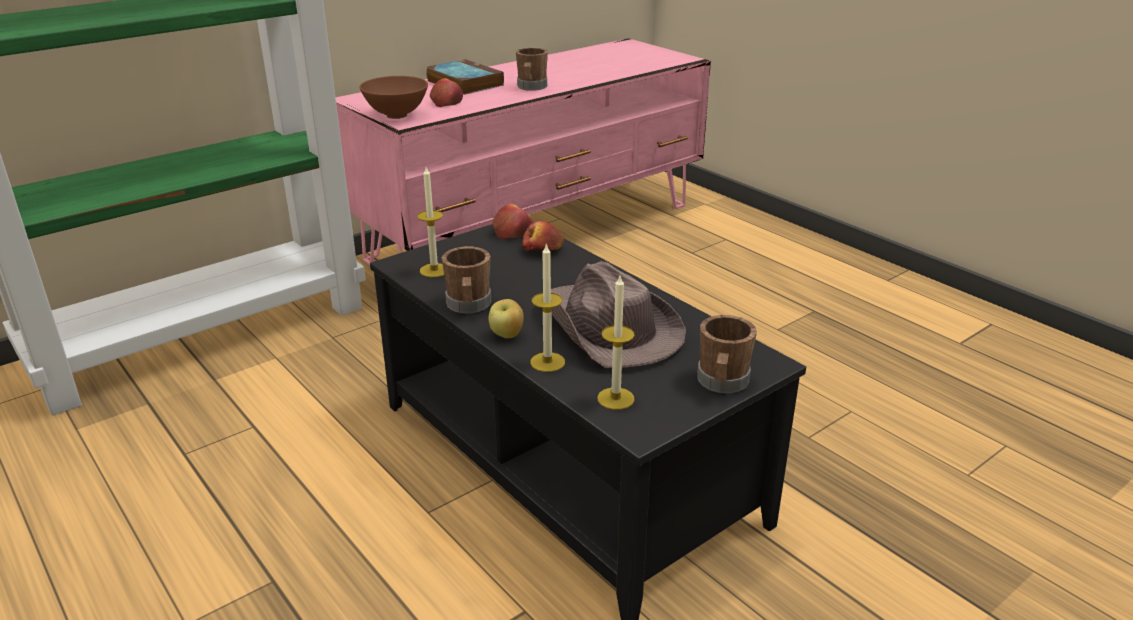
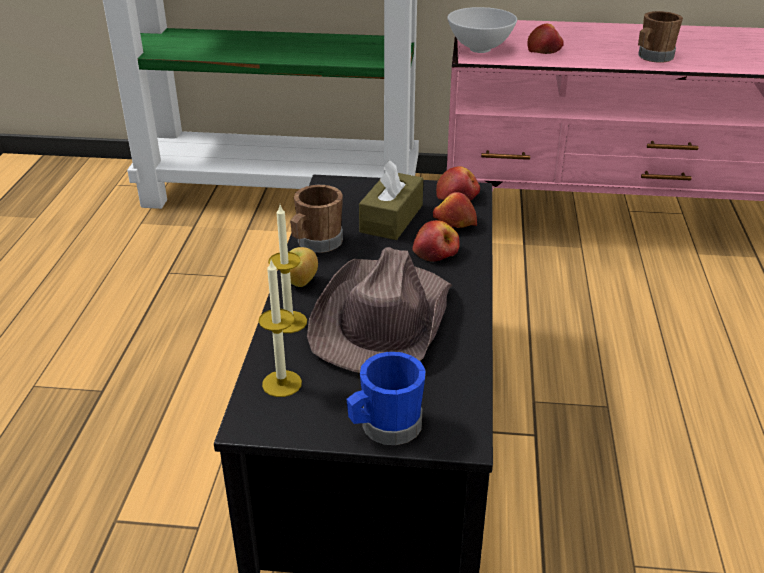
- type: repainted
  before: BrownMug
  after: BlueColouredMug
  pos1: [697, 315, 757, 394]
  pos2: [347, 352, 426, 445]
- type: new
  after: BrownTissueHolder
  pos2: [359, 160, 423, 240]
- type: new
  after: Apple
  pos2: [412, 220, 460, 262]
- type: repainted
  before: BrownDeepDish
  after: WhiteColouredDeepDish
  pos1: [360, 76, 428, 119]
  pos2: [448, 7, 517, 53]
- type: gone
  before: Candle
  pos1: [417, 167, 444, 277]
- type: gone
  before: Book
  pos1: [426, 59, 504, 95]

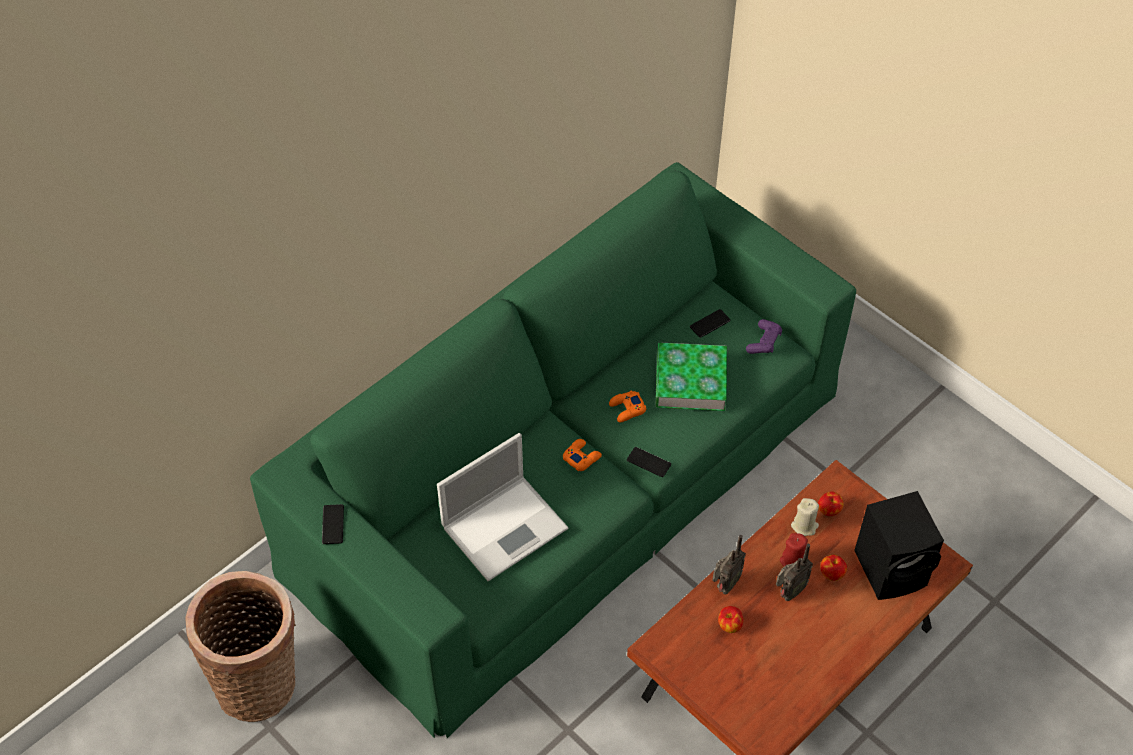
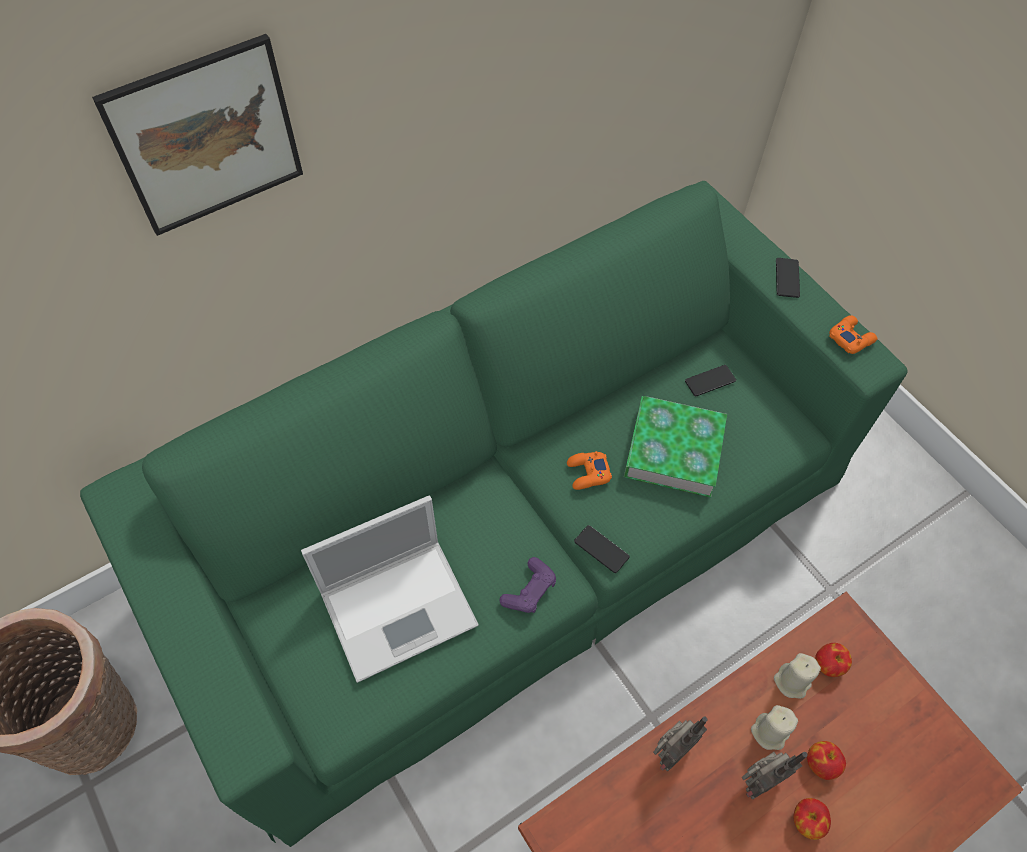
- type: new
  after: Picture
  pos2: [92, 34, 303, 236]
- type: shifted
  before: PurpleColouredGamepad
  pos1: [746, 319, 782, 354]
  pos2: [500, 557, 556, 613]
- type: repainted
  before: RedCandle
  after: BeigeCandle
  pos1: [780, 533, 808, 566]
  pos2: [751, 705, 798, 750]
- type: shifted
  before: Phone
  pos1: [322, 504, 344, 544]
  pos2: [776, 258, 800, 298]
- type: shifted
  before: Apple
  pos1: [718, 606, 744, 633]
  pos2: [793, 798, 831, 840]
- type: shifted
  before: OrangeColouredGamepad
  pos1: [563, 439, 602, 471]
  pos2: [829, 315, 878, 354]
- type: gone
  before: BlackSpeaker
  pos1: [854, 491, 944, 600]

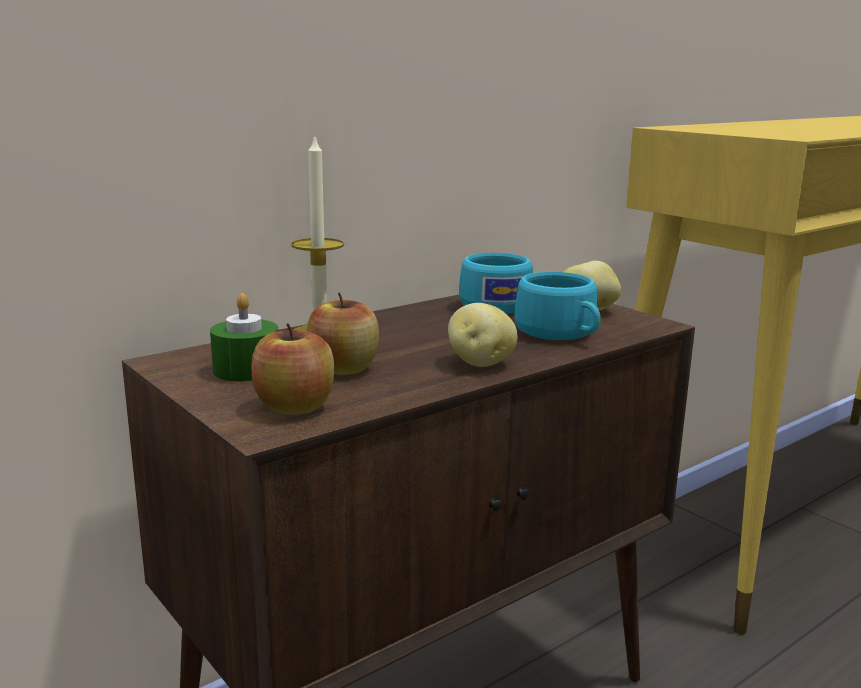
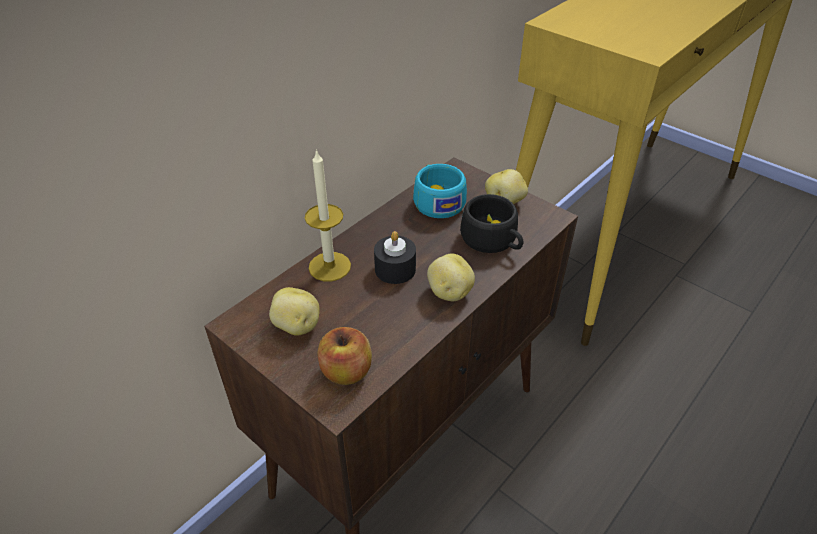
- type: swapped
  before: GreenishCandle
  after: WholePotato
  pos1: [210, 293, 278, 382]
  pos2: [269, 287, 320, 336]
- type: new
  after: BlackCandle
  pos2: [374, 231, 416, 284]
- type: repainted
  before: TurquoiseColouredDrinkingCup
  after: BlackDrinkingCup
  pos1: [515, 272, 601, 340]
  pos2: [460, 194, 523, 253]
- type: gone
  before: Apple
  pos1: [307, 292, 379, 375]

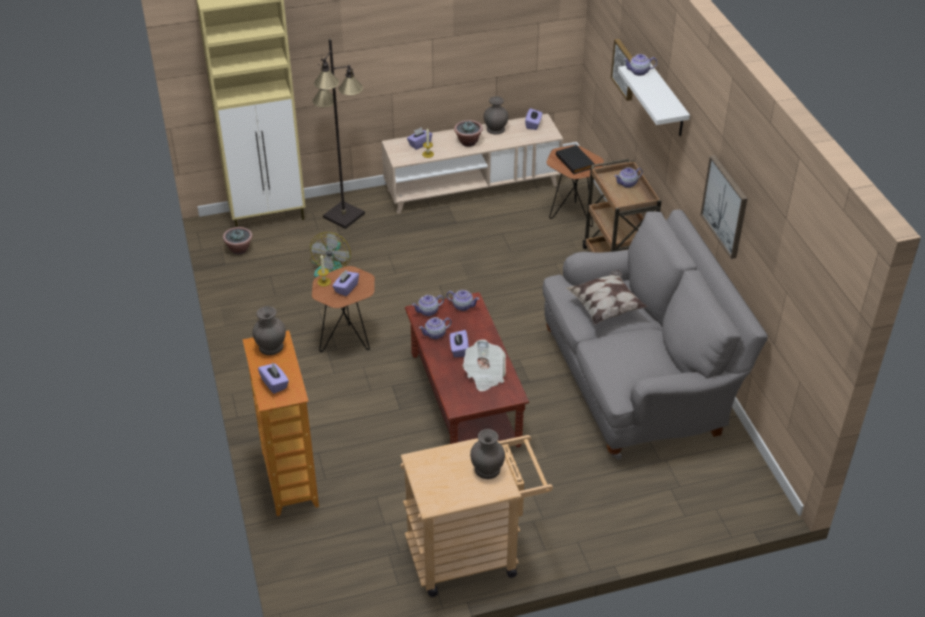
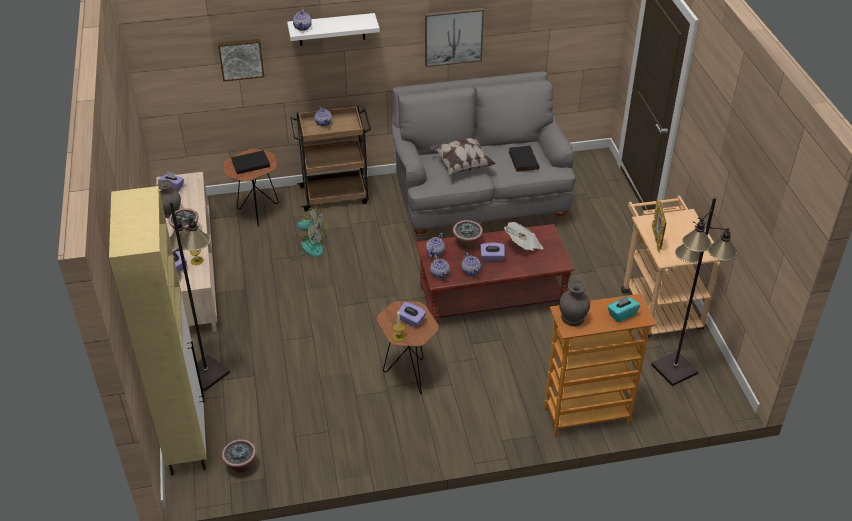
- type: shifted
  before: Fan
  pos1: [310, 232, 351, 278]
  pos2: [286, 206, 327, 260]
- type: new
  after: PottedPlant
  pos2: [453, 220, 483, 249]
- type: new
  after: BlackBook
  pos2: [509, 145, 539, 172]
- type: repainted
  before: PurpleColouredTissueHolder
  after: TurquoiseColouredTissueHolder
  pos1: [258, 363, 289, 394]
  pos2: [608, 296, 640, 322]
- type: new
  after: BlackStandingLamp
  pos2: [651, 197, 737, 386]
- type: new
  after: PhotoFrame
  pos2: [652, 198, 666, 252]
- type: gone
  before: GreyVase
  pos1: [470, 429, 505, 479]

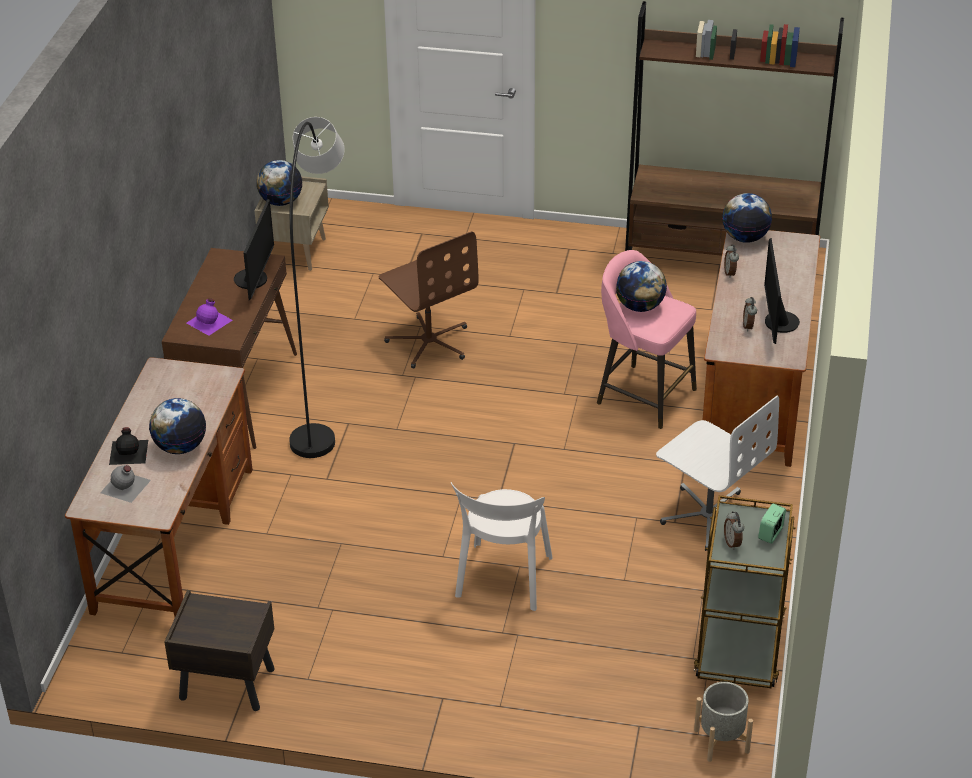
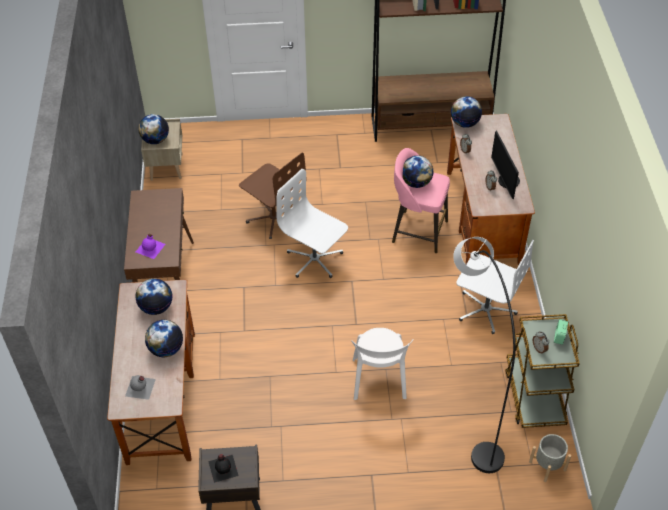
- type: new
  after: DeskGlobe
  pos2: [136, 278, 172, 315]
- type: shifted
  before: BlackBottle
  pos1: [109, 427, 148, 465]
  pos2: [208, 454, 239, 483]
- type: new
  after: WhiteColouredOfficeChair
  pos2: [276, 169, 348, 278]
- type: shifted
  before: BlackStandingLamp
  pos1: [289, 117, 345, 458]
  pos2: [453, 237, 516, 473]
- type: gone
  before: Monitor
  pos1: [234, 199, 274, 300]

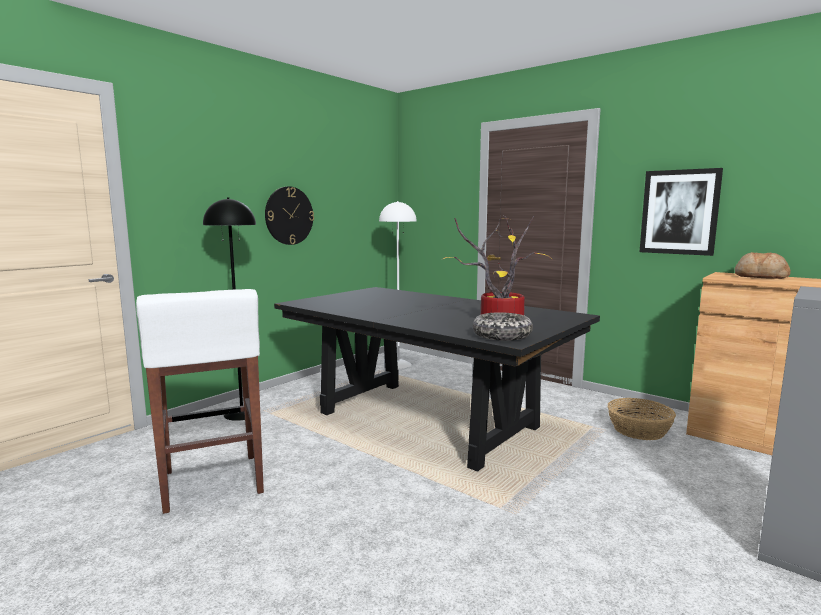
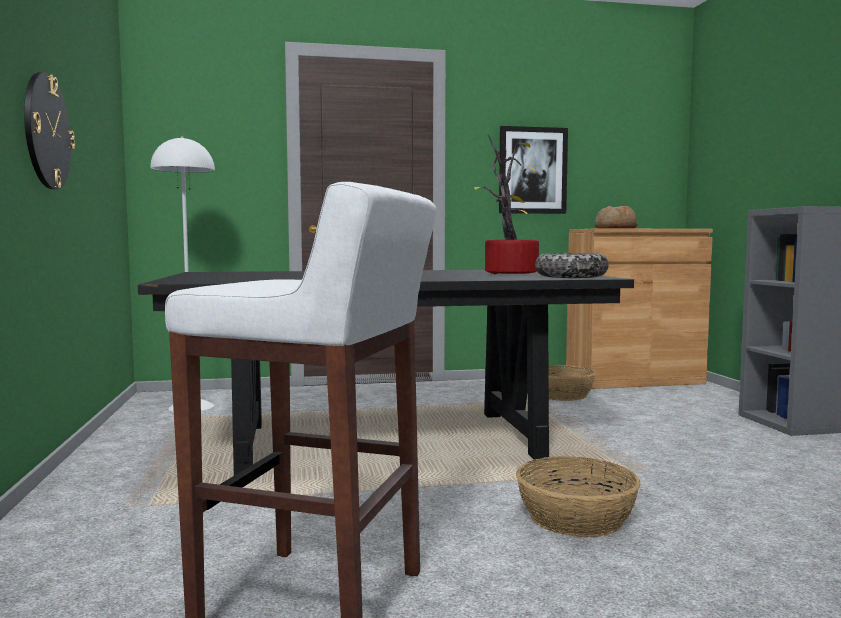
- type: new
  after: HouseholdBasket
  pos2: [516, 456, 641, 537]
- type: gone
  before: BlackStandingLamp
  pos1: [203, 198, 256, 421]

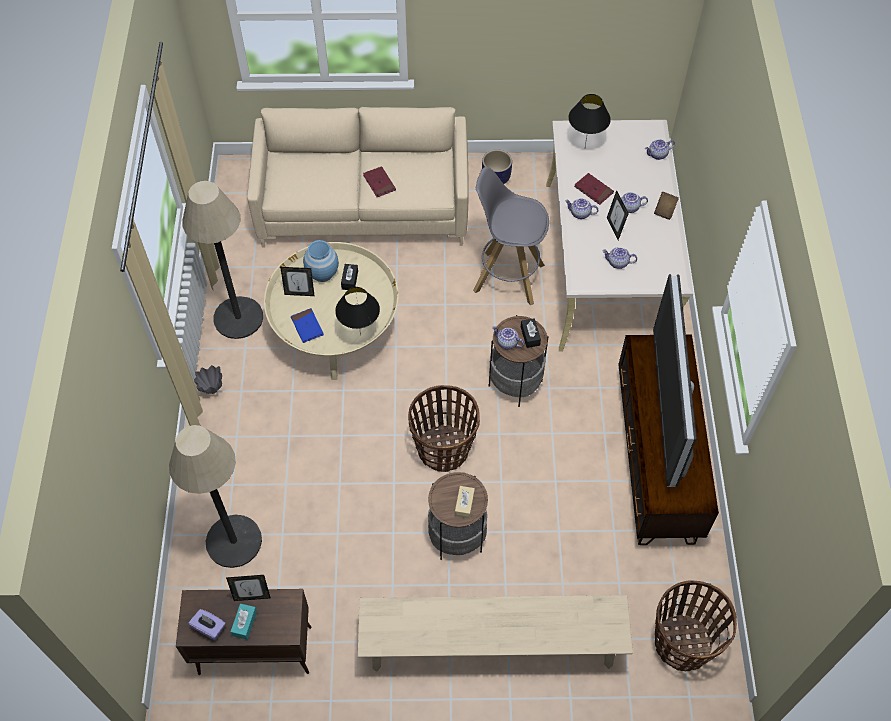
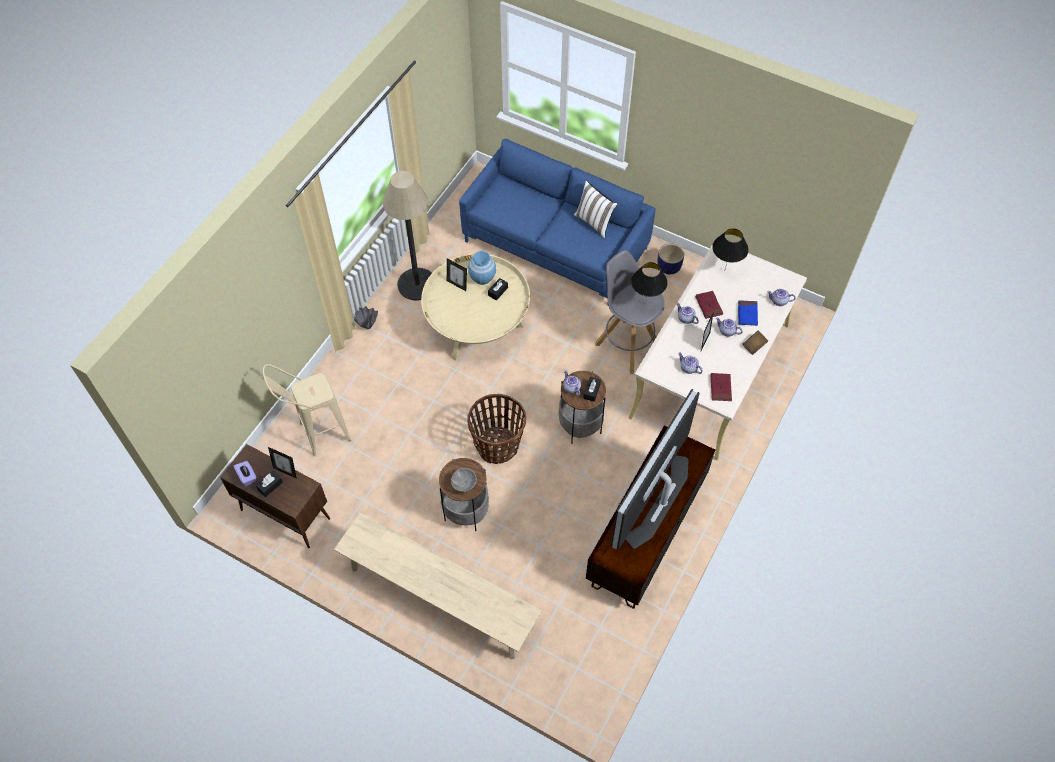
- type: repainted
  before: TurquoiseColouredTissueHolder
  after: BlackTissueHolder
  pos1: [230, 603, 257, 640]
  pos2: [256, 471, 283, 497]
- type: swapped
  before: StandingLamp
  after: BeigeStoolSeat
  pos1: [169, 425, 262, 568]
  pos2: [262, 364, 352, 456]
- type: swapped
  before: BeigeTissueHolder
  after: GreyDeepDish
  pos1: [455, 486, 475, 519]
  pos2: [451, 468, 477, 493]
- type: repainted
  before: BeigeCouch
  after: BlueColouredCouch
  pos1: [247, 107, 469, 247]
  pos2: [459, 139, 656, 298]
- type: new
  after: WhiteColouredPillow
  pos2: [574, 181, 618, 239]
- type: shifted
  before: BlackTabletopLamp
  pos1: [335, 287, 380, 336]
  pos2: [631, 262, 668, 305]
- type: shifted
  before: RedBook
  pos1: [363, 166, 396, 197]
  pos2: [711, 373, 732, 401]
- type: shifted
  before: BlueColouredBook
  pos1: [291, 308, 324, 343]
  pos2: [738, 300, 758, 326]
- type: gone
  before: HouseholdBasket
  pos1: [655, 580, 737, 672]

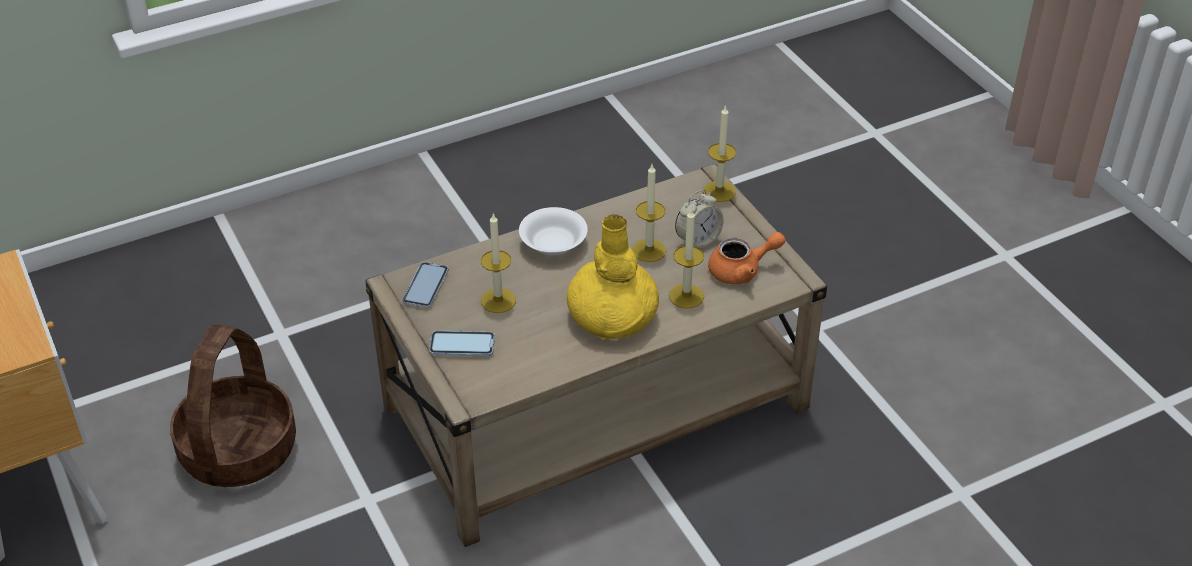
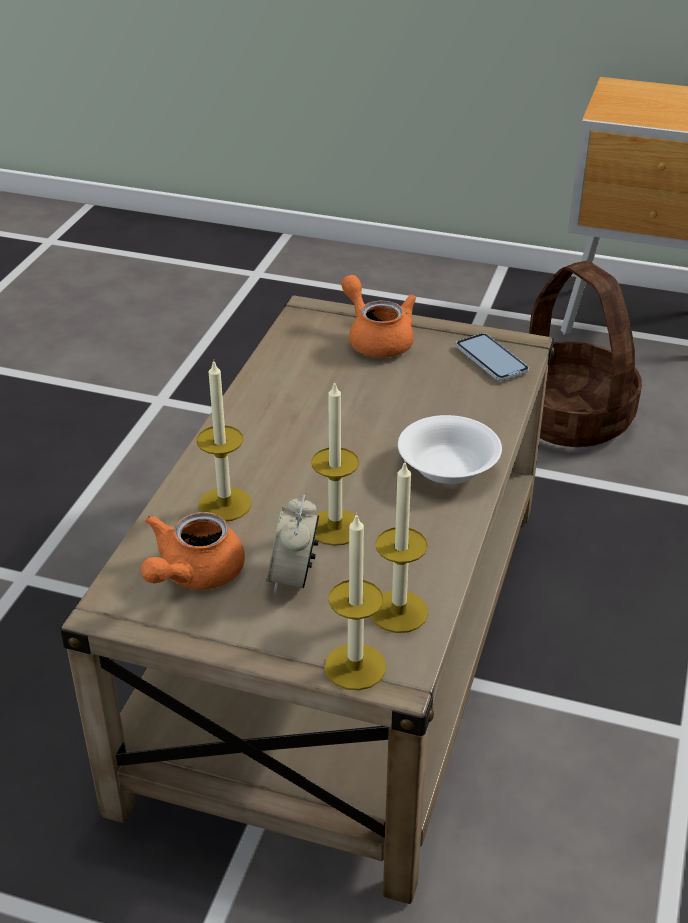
- type: swapped
  before: Phone
  after: OrangeColouredPotForTea
  pos1: [429, 331, 495, 356]
  pos2: [341, 275, 416, 358]
- type: shifted
  before: Candle
  pos1: [481, 213, 516, 313]
  pos2: [371, 461, 428, 633]
- type: gone
  before: YellowColouredVase
  pos1: [567, 214, 659, 340]

